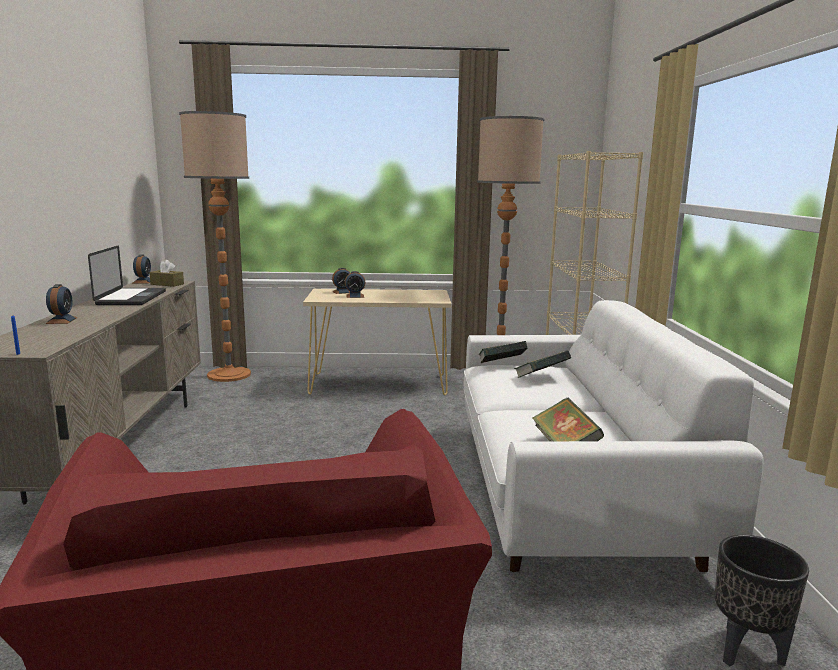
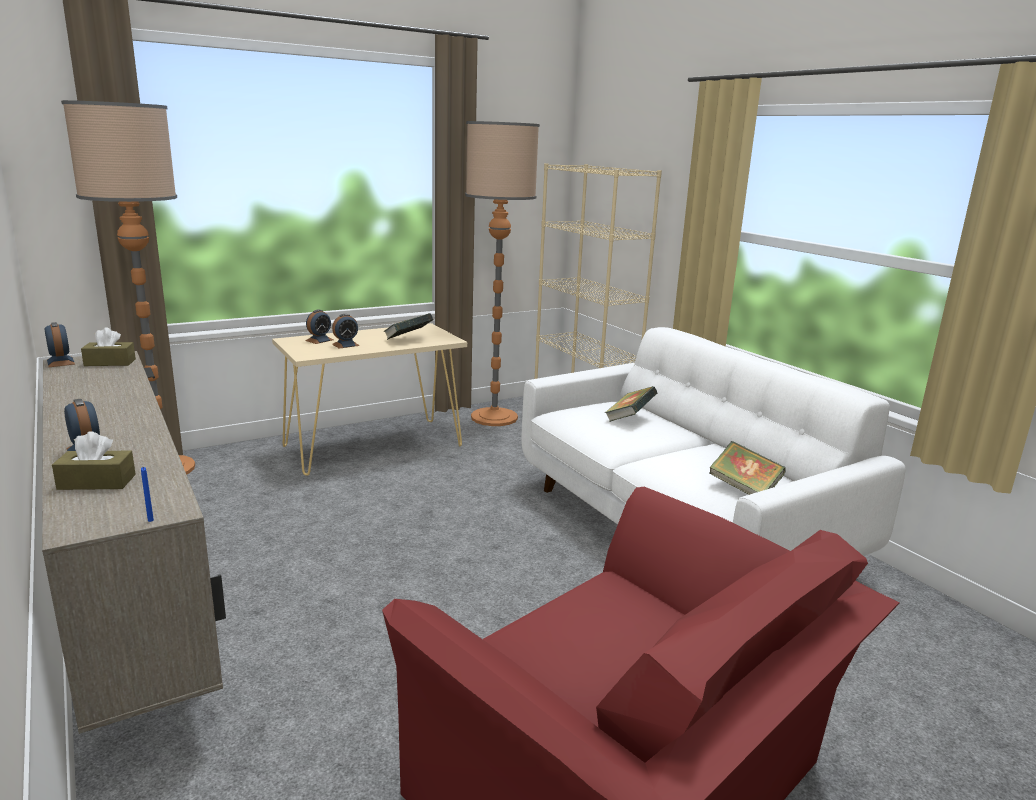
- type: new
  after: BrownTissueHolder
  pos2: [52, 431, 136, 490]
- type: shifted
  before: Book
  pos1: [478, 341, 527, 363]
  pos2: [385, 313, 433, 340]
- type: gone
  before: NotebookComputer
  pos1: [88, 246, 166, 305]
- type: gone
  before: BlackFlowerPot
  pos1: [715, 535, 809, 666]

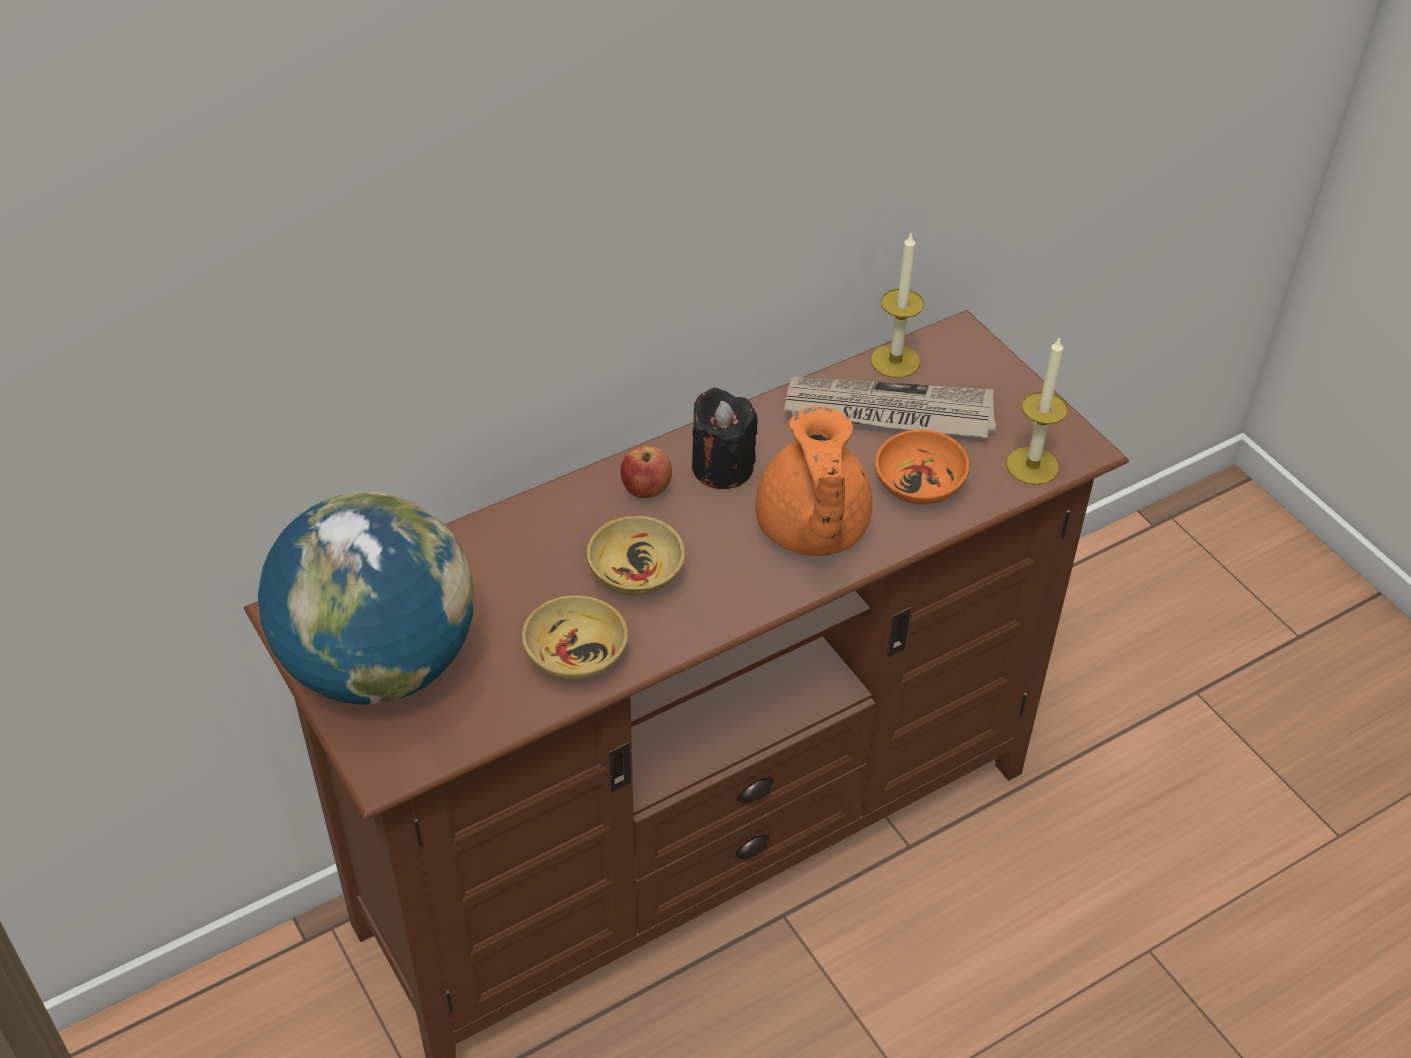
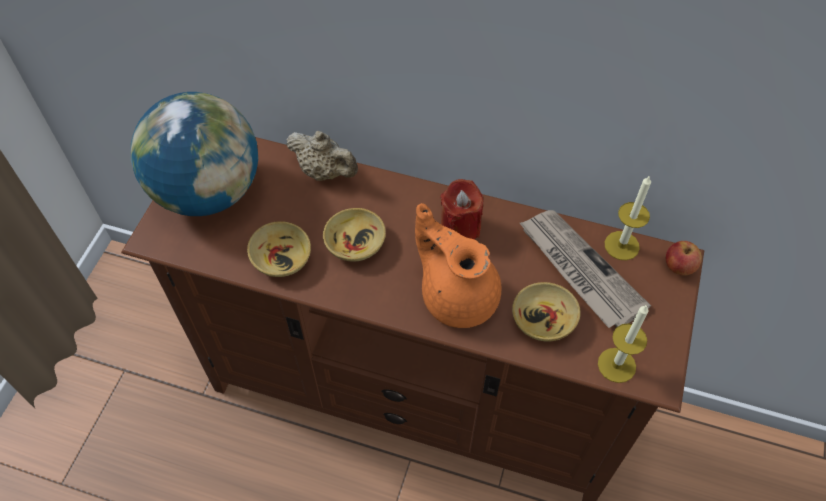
- type: new
  after: BeigePotForTea
  pos2: [286, 131, 358, 181]
- type: rotated
  before: OrangeColouredPotForTea
  pos1: [756, 406, 872, 556]
  pos2: [415, 203, 501, 328]
  turn: 90
- type: repainted
  before: BlackCandle
  after: RedCandle
  pos1: [692, 387, 757, 489]
  pos2: [441, 179, 483, 239]
- type: repainted
  before: OrangeColouredDeepDish
  after: BeigeDeepDish
  pos1: [875, 430, 970, 505]
  pos2: [512, 282, 581, 342]
- type: shifted
  before: Apple
  pos1: [620, 446, 672, 499]
  pos2: [666, 241, 702, 276]

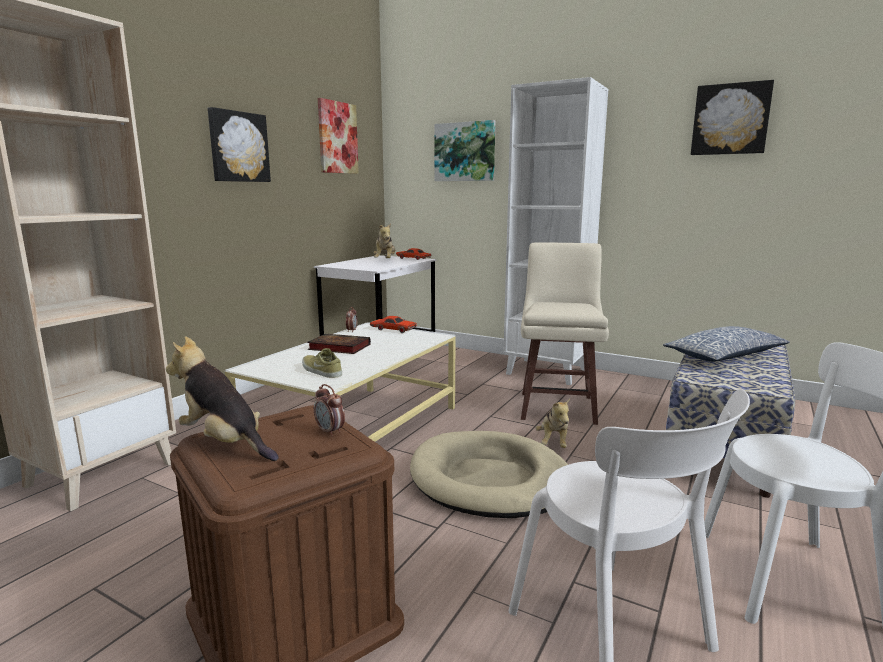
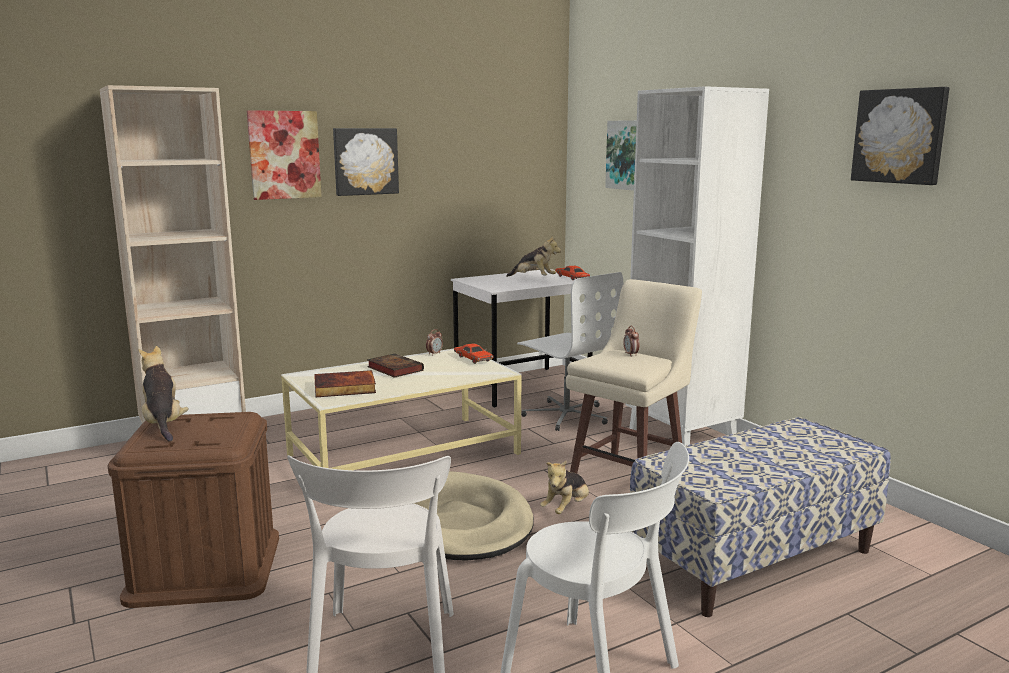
- type: shifted
  before: Picture
  pos1: [318, 98, 359, 174]
  pos2: [247, 110, 322, 200]
- type: swapped
  before: BeigeItemOfFootwear
  after: Book
  pos1: [302, 348, 342, 378]
  pos2: [314, 370, 376, 397]
- type: rotated
  before: PlushToy
  pos1: [373, 223, 395, 258]
  pos2: [506, 236, 561, 277]
  turn: -90
- type: new
  after: WhiteColouredOfficeChair
  pos2: [517, 272, 623, 431]
- type: shifted
  before: TableClock
  pos1: [314, 384, 345, 437]
  pos2: [623, 326, 639, 357]
- type: gone
  before: Pillow
  pos1: [663, 326, 790, 362]

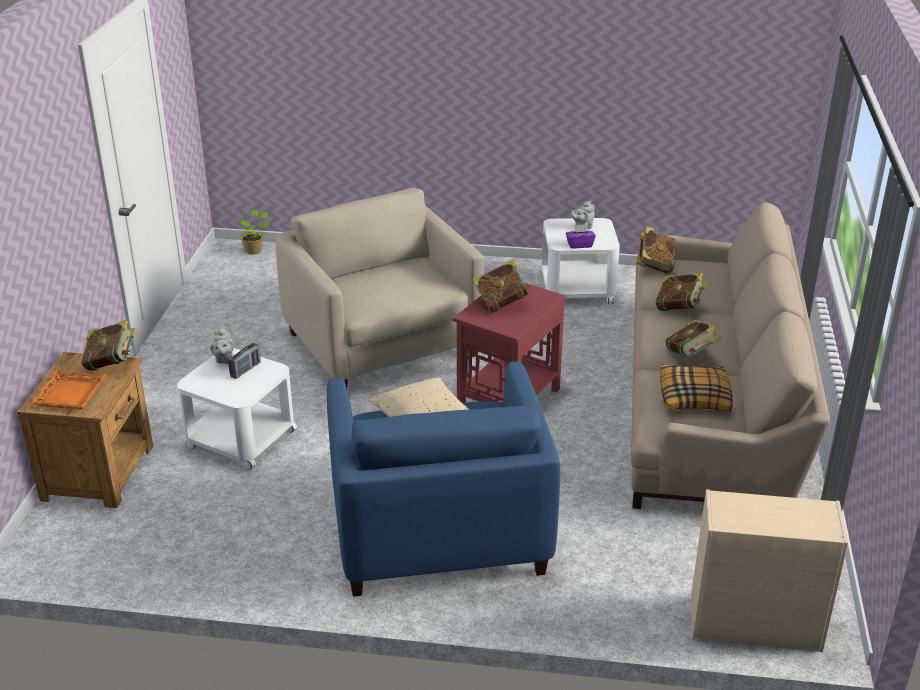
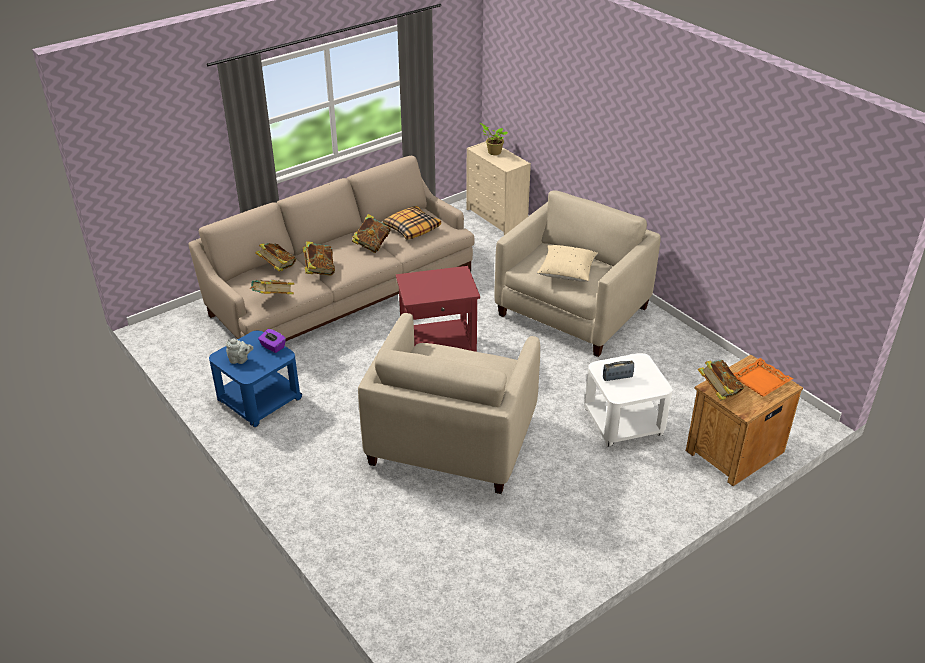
- type: repainted
  before: WhiteColouredEndTable
  after: BlueColouredEndTable
  pos1: [542, 218, 620, 304]
  pos2: [209, 331, 302, 427]
- type: shifted
  before: Book
  pos1: [473, 259, 531, 313]
  pos2: [255, 243, 296, 272]
- type: shifted
  before: PottedPlant
  pos1: [239, 210, 270, 255]
  pos2: [480, 123, 508, 155]
- type: repainted
  before: BlueColouredLoungeChair
  after: BeigeLoungeChair
  pos1: [327, 361, 560, 597]
  pos2: [494, 190, 661, 357]
- type: gone
  before: GreyPotForTea
  pos1: [210, 326, 234, 364]

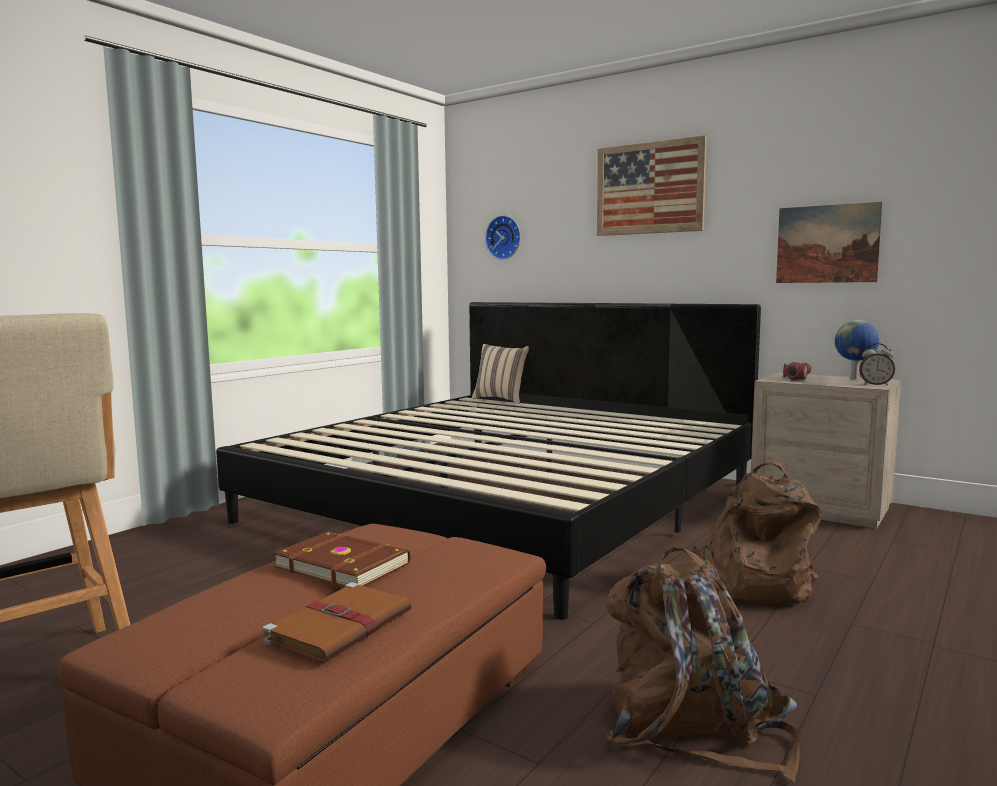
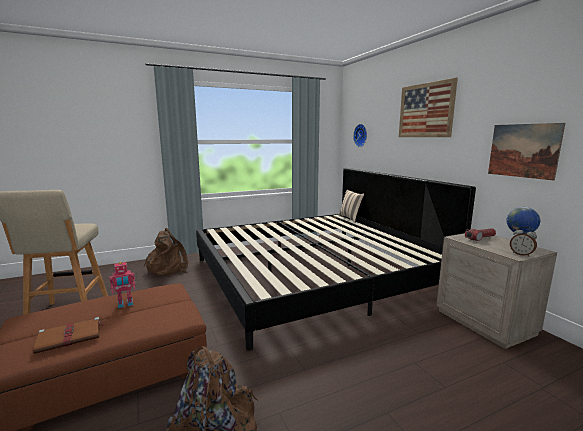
- type: swapped
  before: BrownBook
  after: RobotFigure
  pos1: [273, 532, 411, 587]
  pos2: [109, 262, 136, 308]
- type: shifted
  before: BrownBackpack
  pos1: [688, 461, 822, 605]
  pos2: [144, 228, 188, 276]

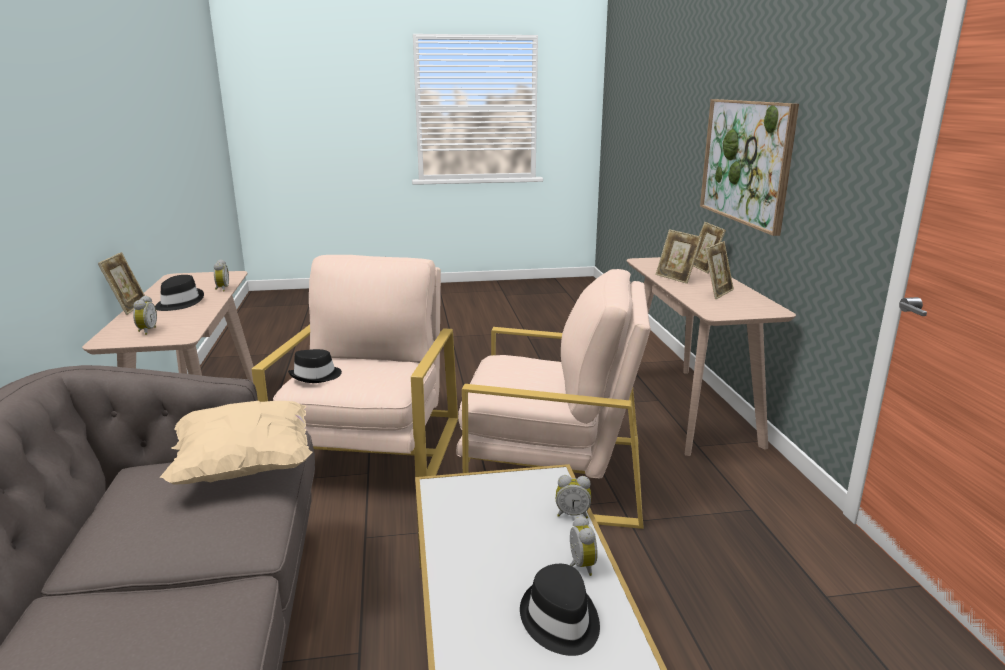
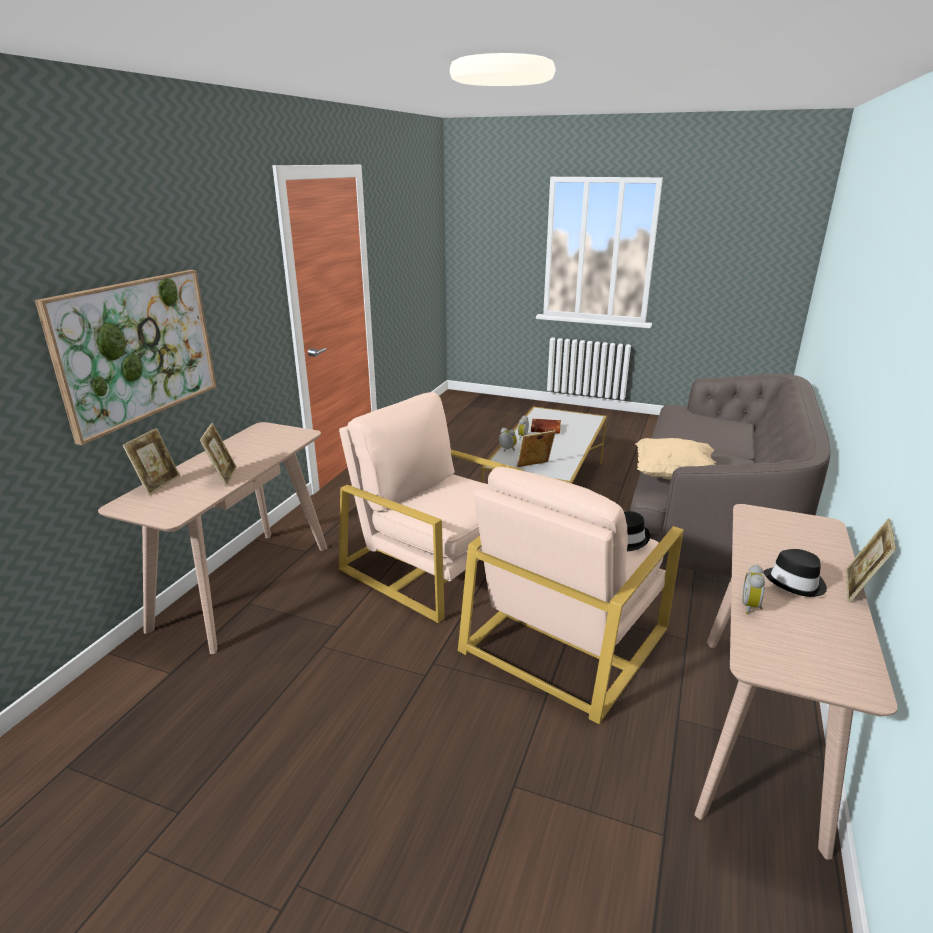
- type: shifted
  before: PhotoFrame
  pos1: [705, 241, 734, 299]
  pos2: [517, 430, 556, 467]
- type: swapped
  before: BlackHat
  after: BrownBook
  pos1: [520, 564, 600, 656]
  pos2: [531, 419, 561, 434]
- type: gone
  before: TableClock
  pos1: [133, 296, 157, 335]

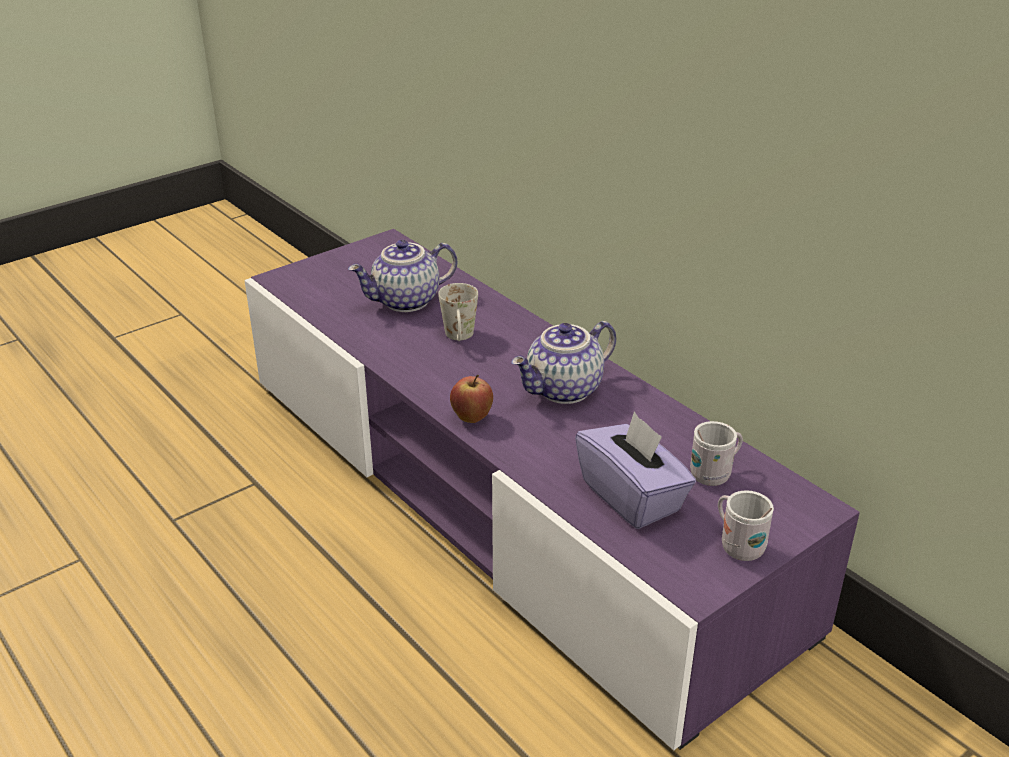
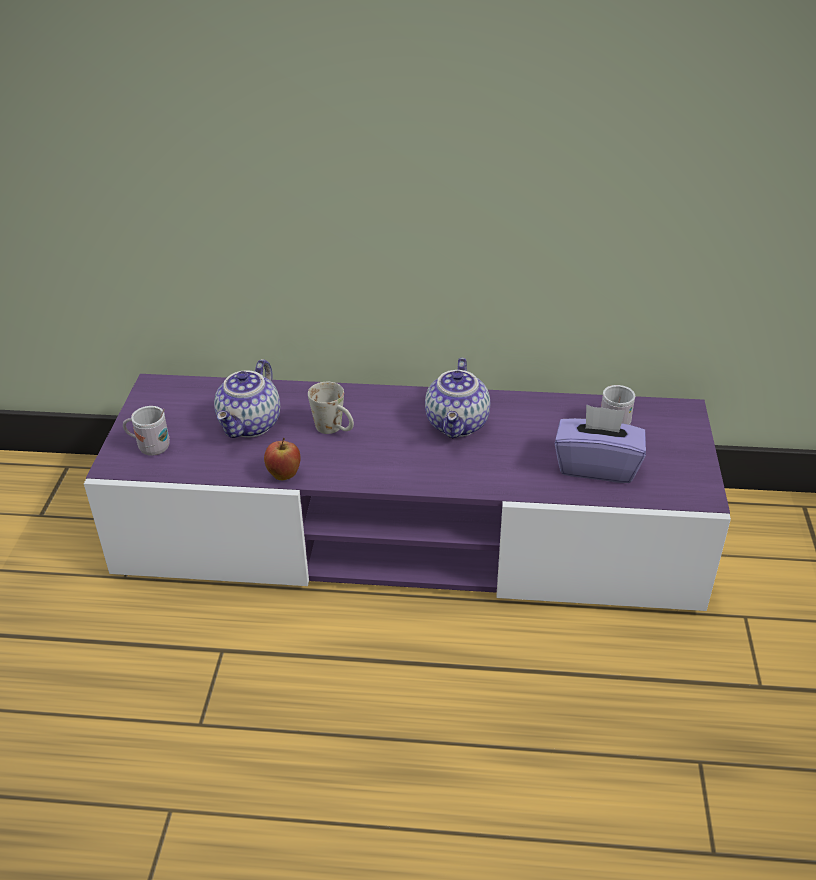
- type: shifted
  before: WhiteColouredMug
  pos1: [718, 490, 774, 561]
  pos2: [123, 406, 170, 456]
- type: shifted
  before: Apple
  pos1: [450, 375, 493, 423]
  pos2: [264, 438, 301, 480]

